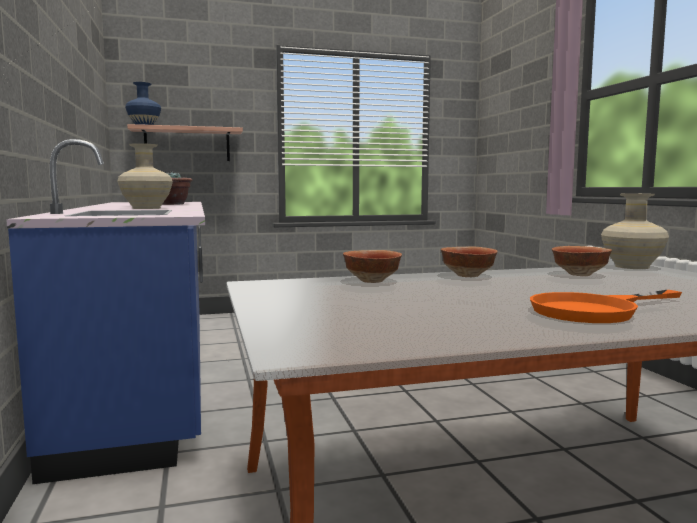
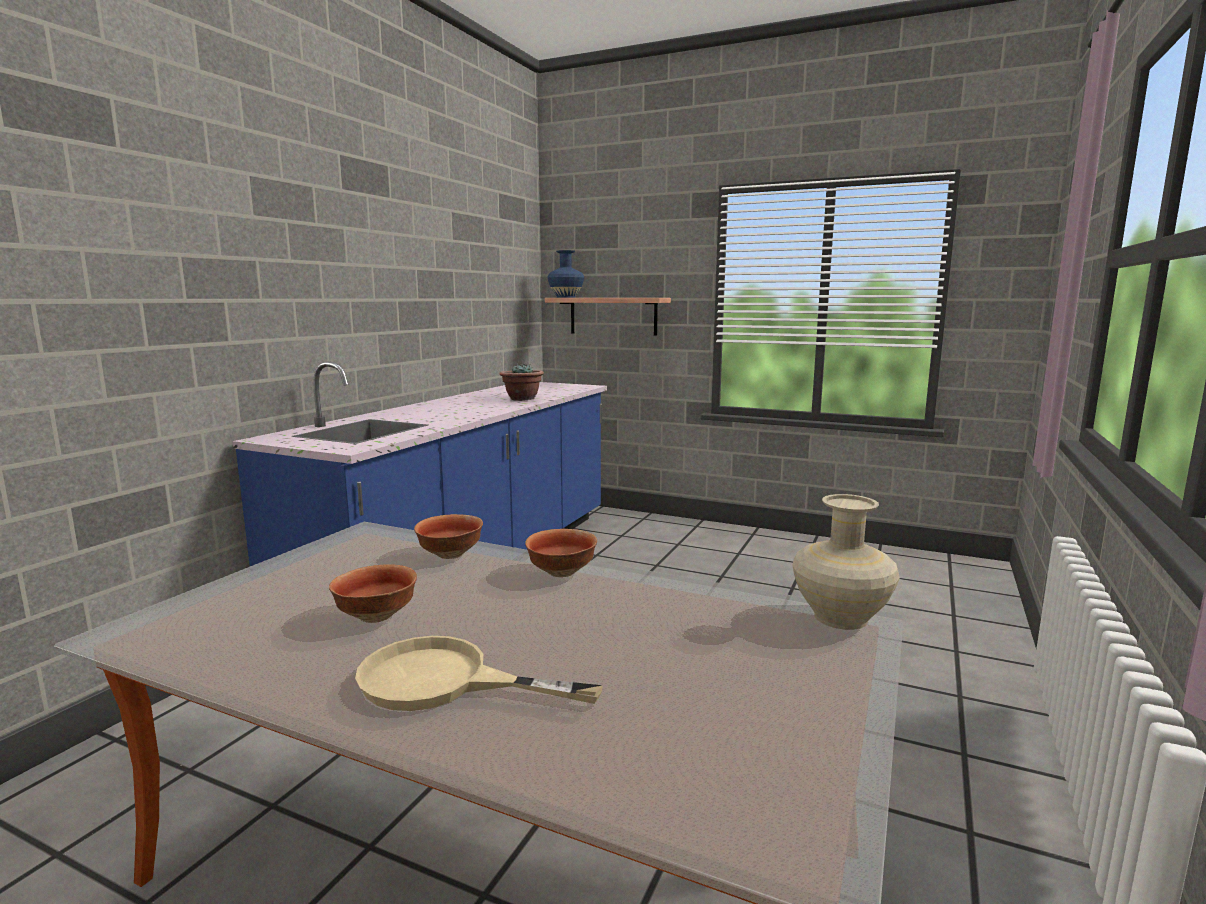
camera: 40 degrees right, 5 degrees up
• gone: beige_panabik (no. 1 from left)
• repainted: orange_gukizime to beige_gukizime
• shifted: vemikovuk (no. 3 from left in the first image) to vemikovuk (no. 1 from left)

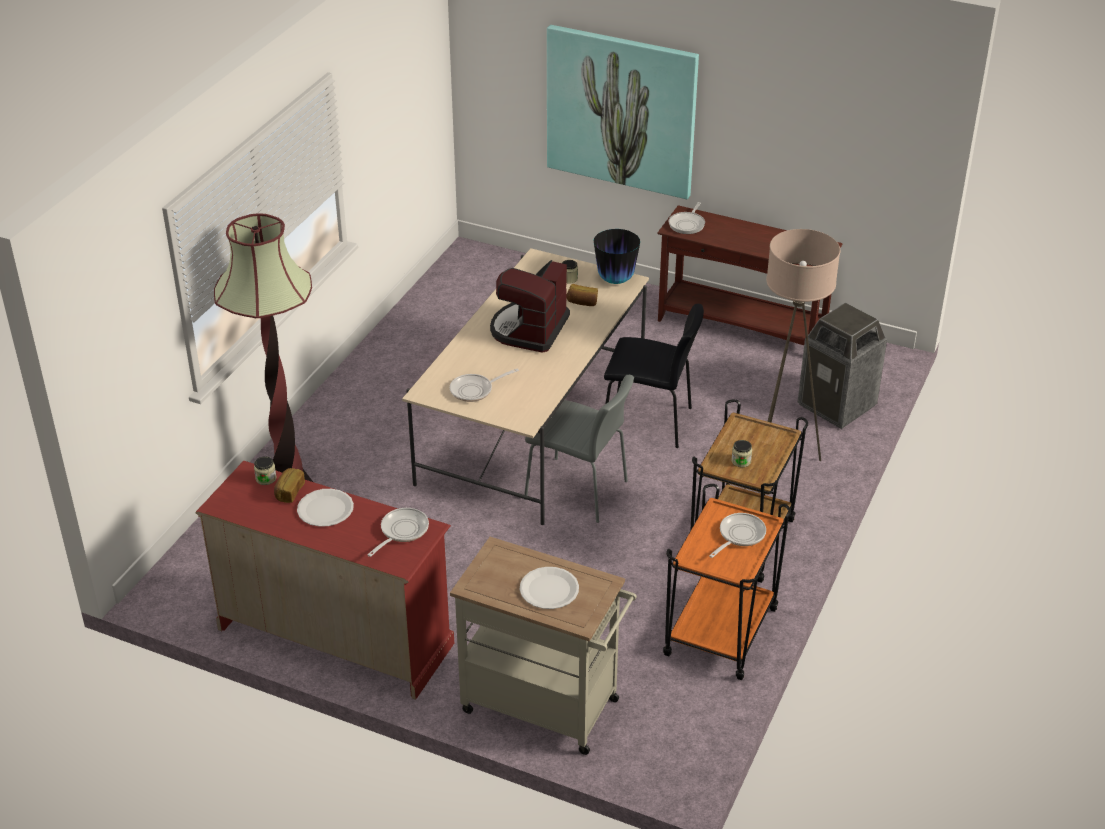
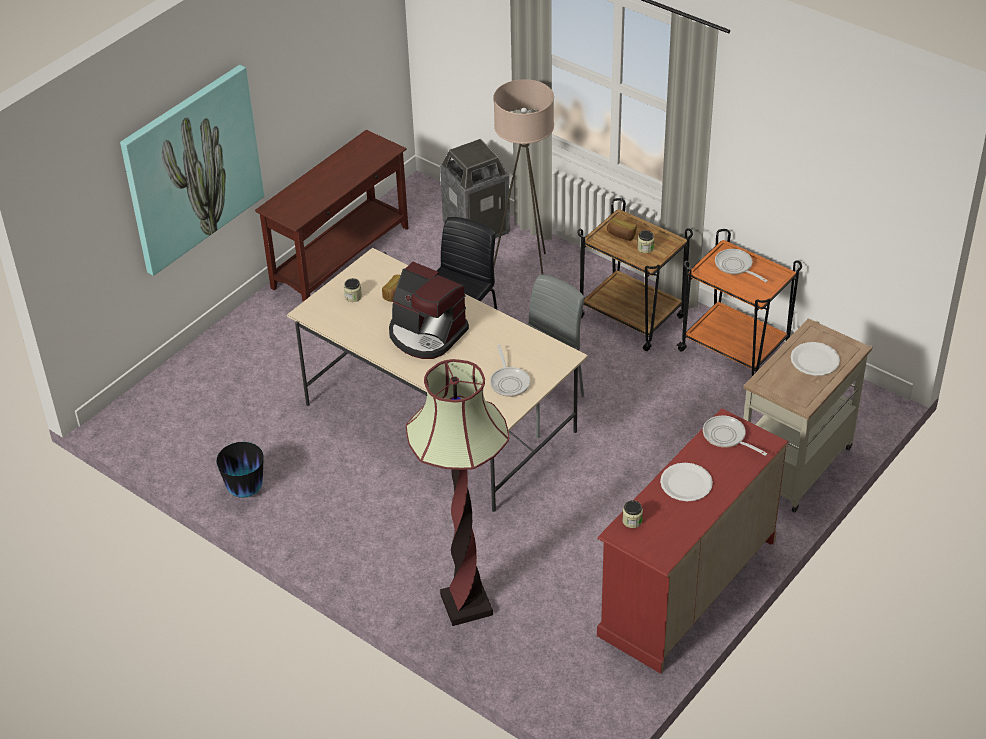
camera: 75 degrees left, 5 degrees up
• shifted: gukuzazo (no. 1 from left in the first image) to gukuzazo (no. 2 from left)
• shifted: panabik
• gone: gukizime (no. 3 from left)

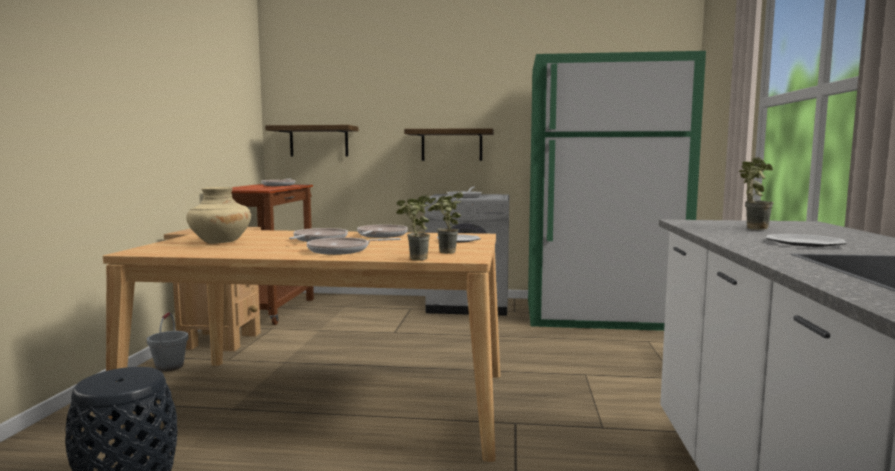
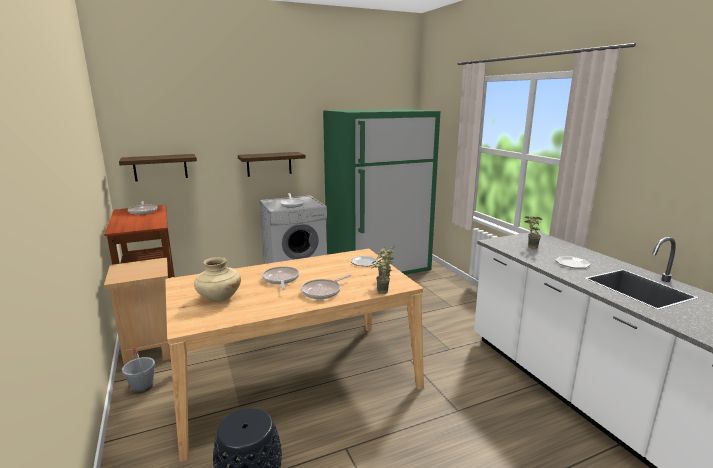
camera: 30 degrees left, 10 degrees up
• gone: gukizime (no. 4 from left)

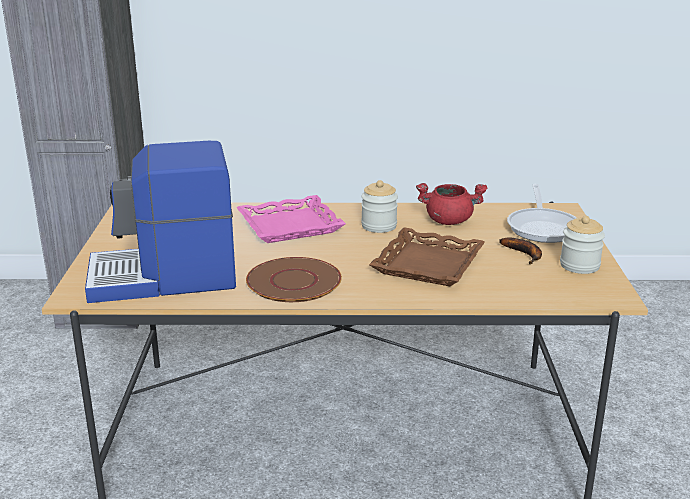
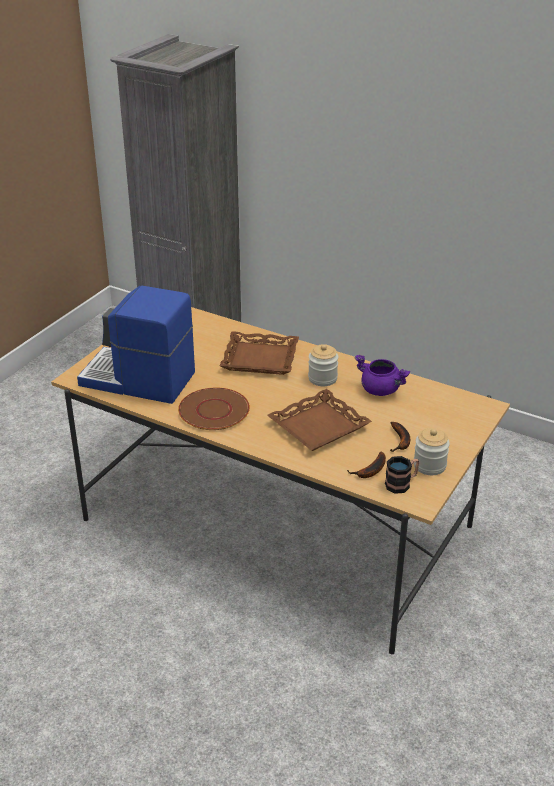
camera: 30 degrees right, 10 degrees up
• repainted: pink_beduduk to brown_beduduk (no. 1 from left)
• repainted: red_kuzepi to purple_kuzepi
• gone: gukizime
• new: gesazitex (no. 1 from left)
• new: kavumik

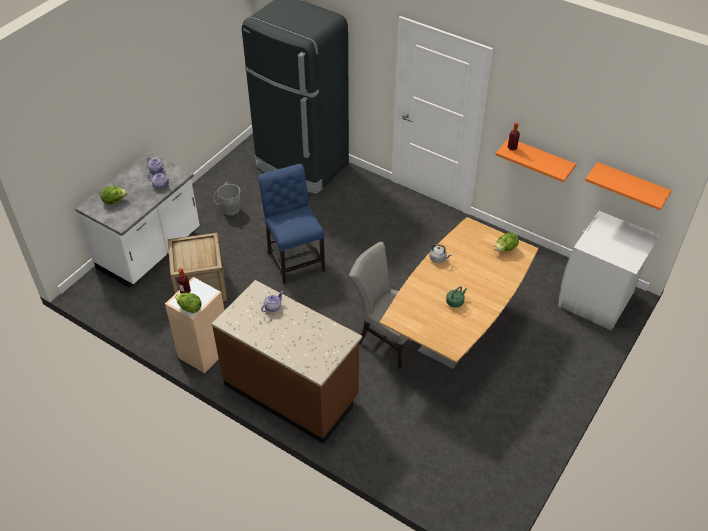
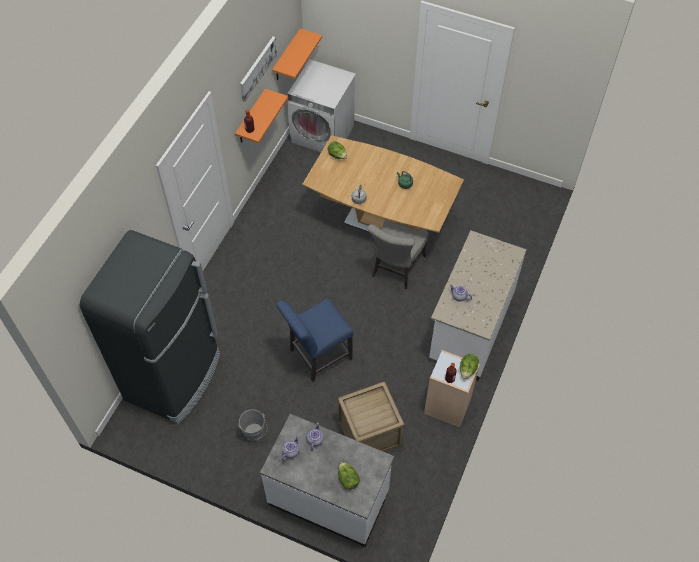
camera: 100 degrees left, 10 degrees up
• repainted: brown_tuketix to white_tuketix (no. 2 from left)
• new: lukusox

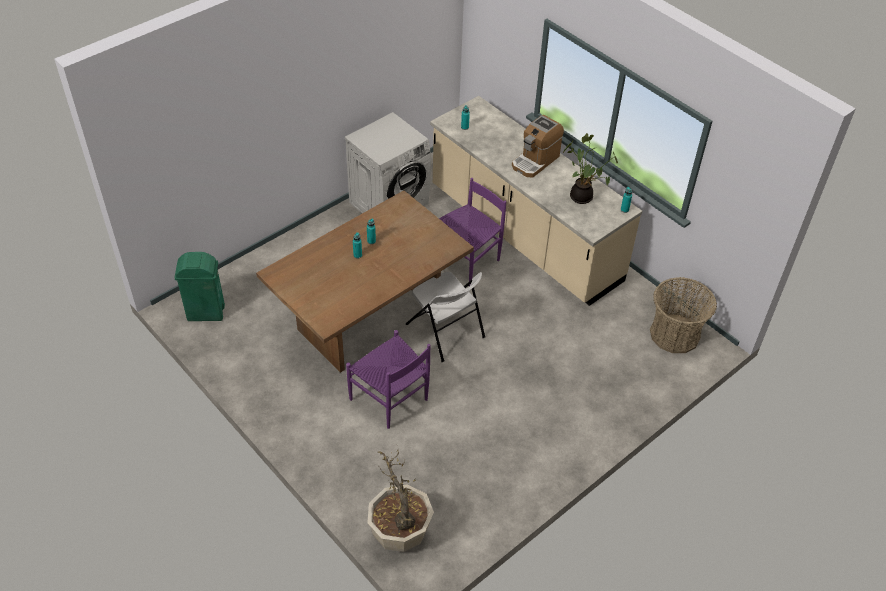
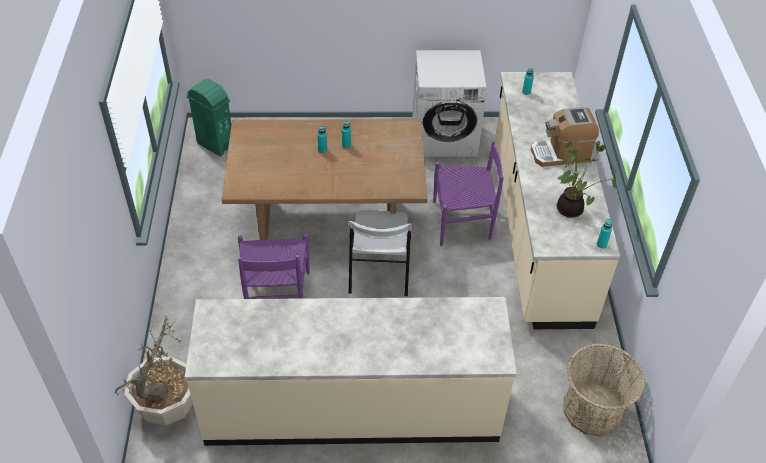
camera: 40 degrees right, 0 degrees up
• new: beige_tuketix (no. 1 from left)

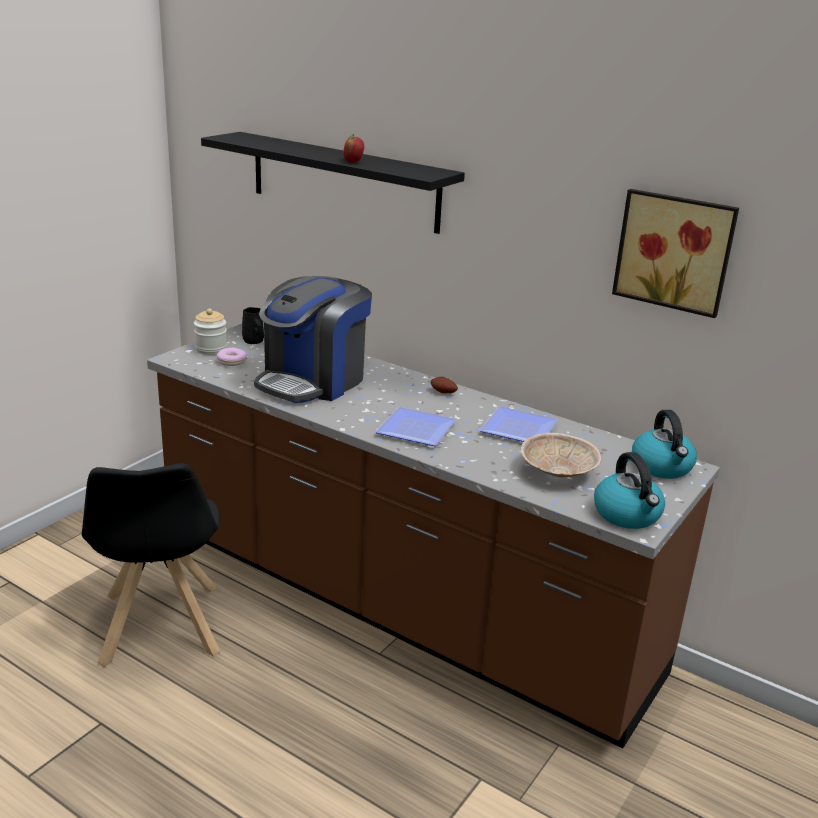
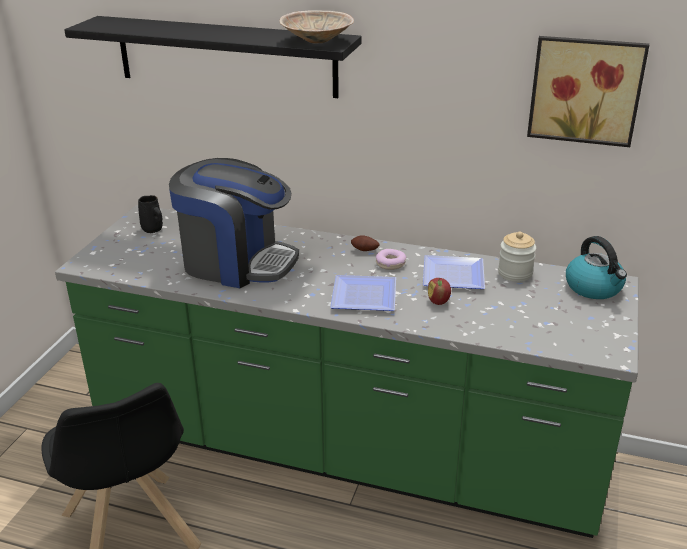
camera: 15 degrees left, 5 degrees up
• repainted: brown_tuketix to green_tuketix
• shifted: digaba
• shifted: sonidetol
• rotated: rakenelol 90 degrees counterclockwise
• shifted: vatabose
• shifted: beige_vemikovuk
• gone: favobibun (no. 1 from left)

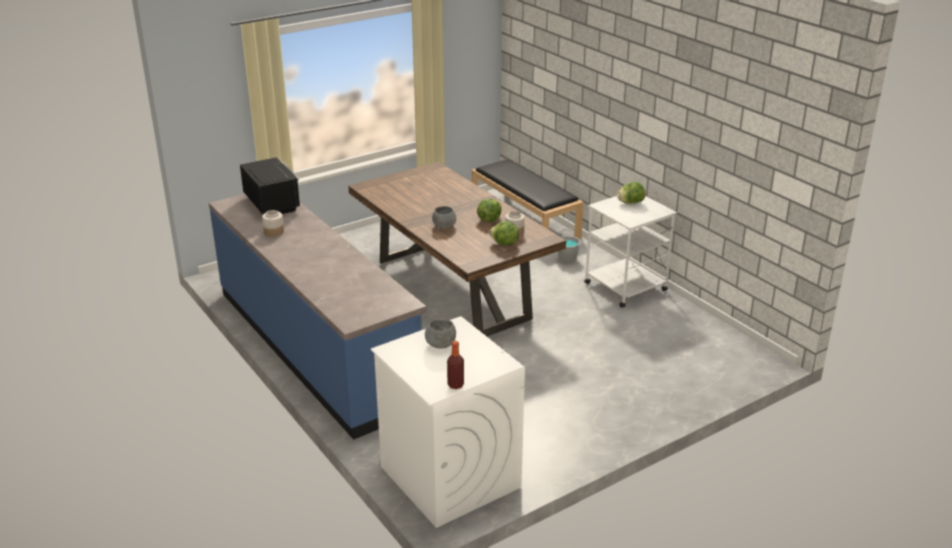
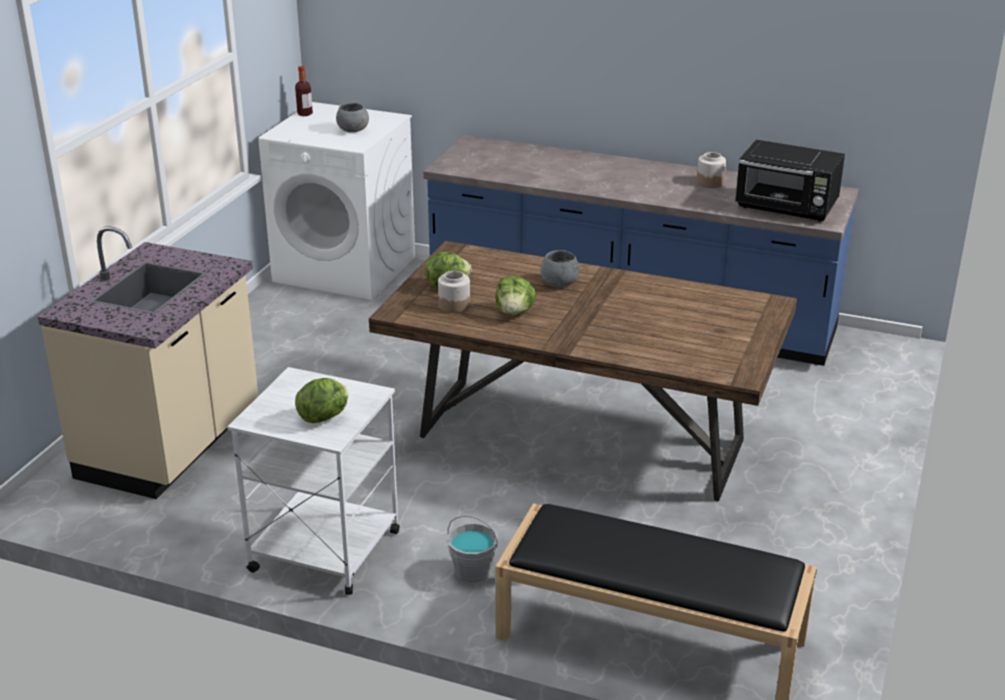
camera: 145 degrees right, 0 degrees up
• new: beige_tuketix

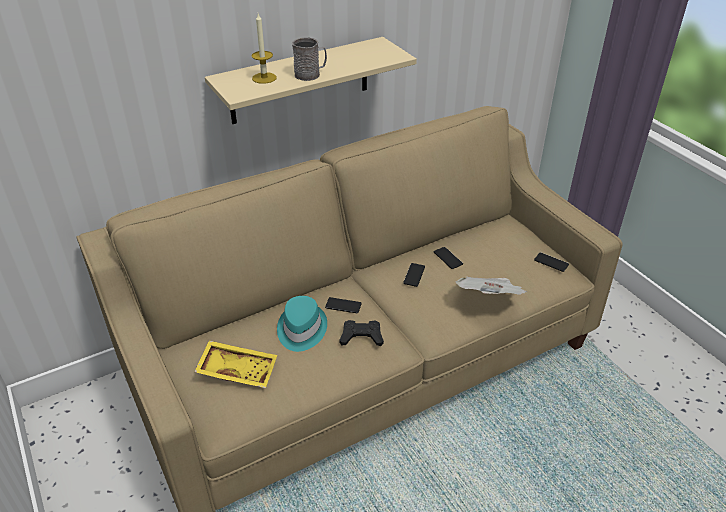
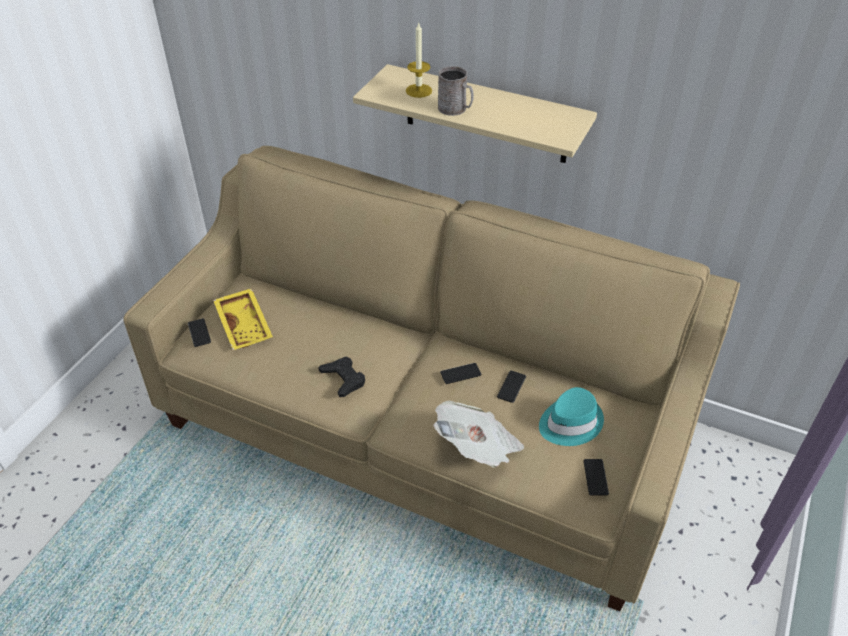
camera: 55 degrees right, 5 degrees up
• shifted: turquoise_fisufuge
• shifted: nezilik (no. 1 from left)

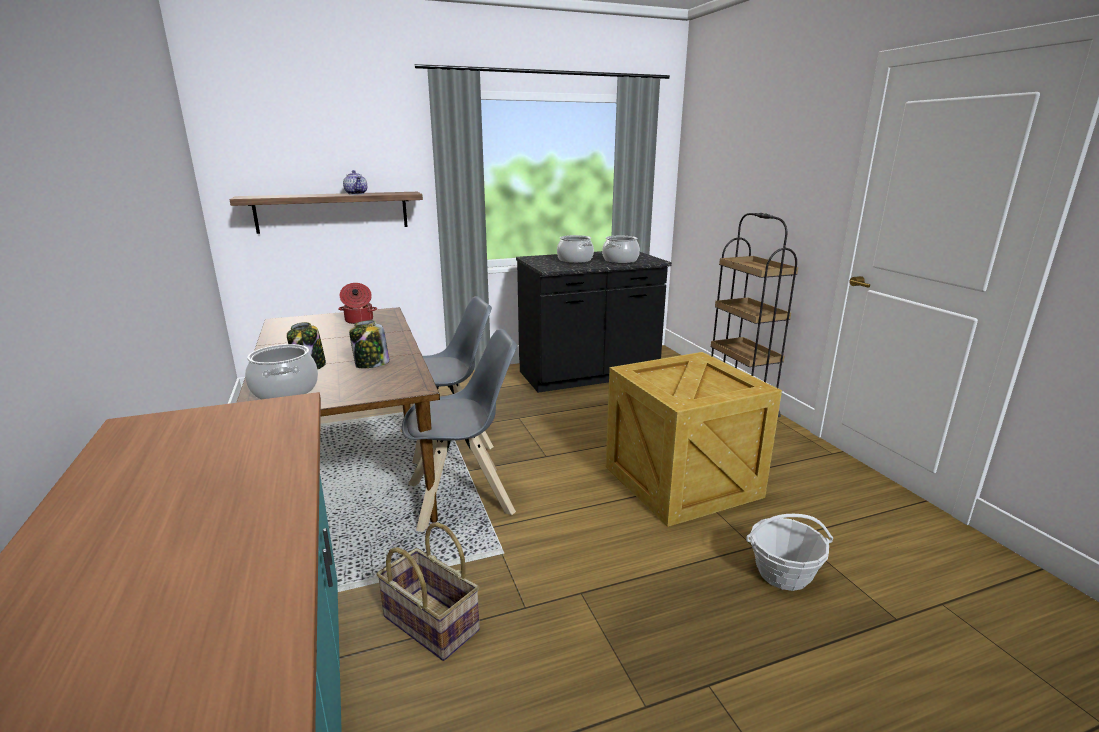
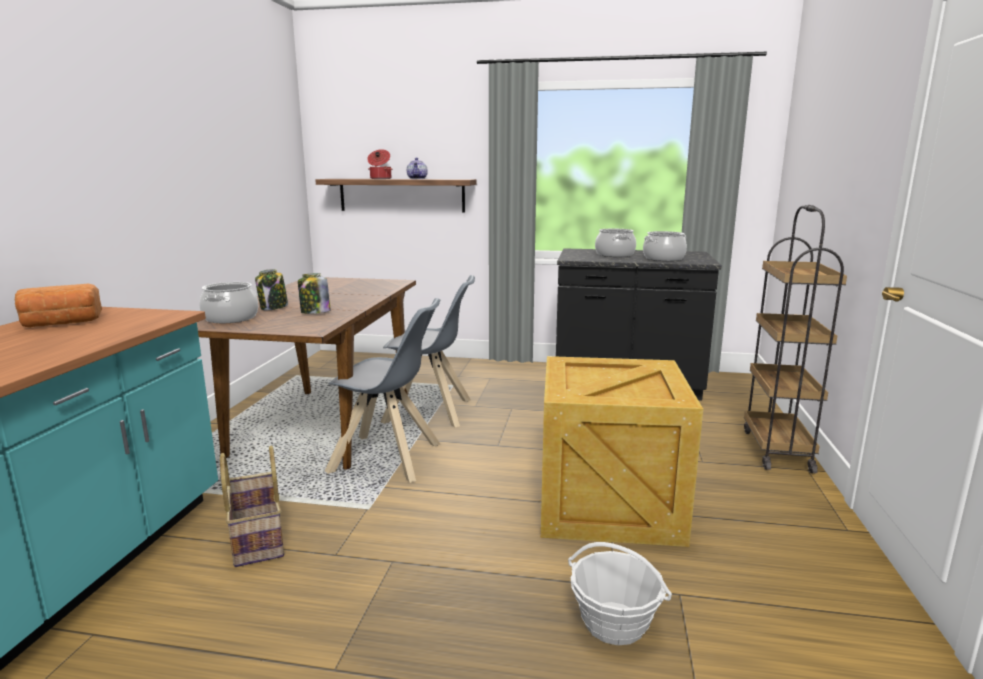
camera: 30 degrees right, 5 degrees down
• shifted: kuzepi (no. 2 from left)
• new: gukuzazo

